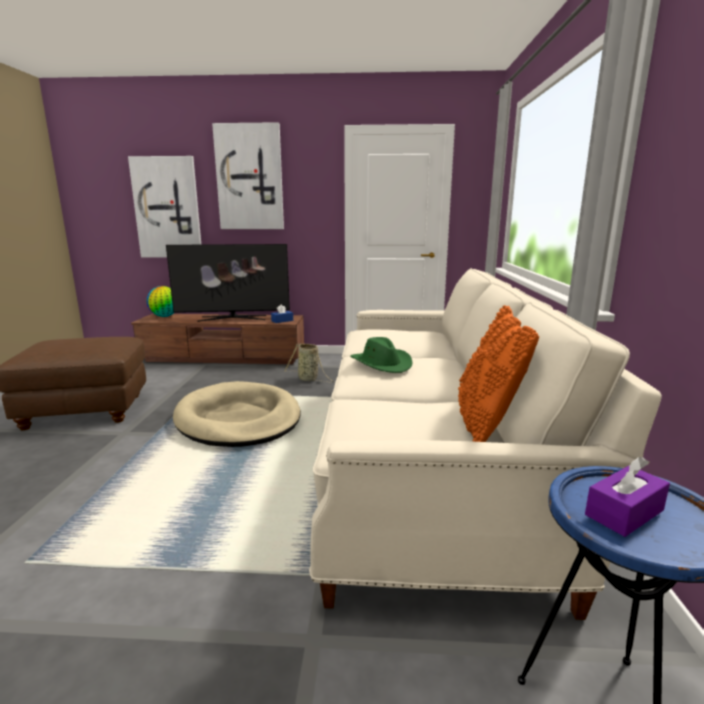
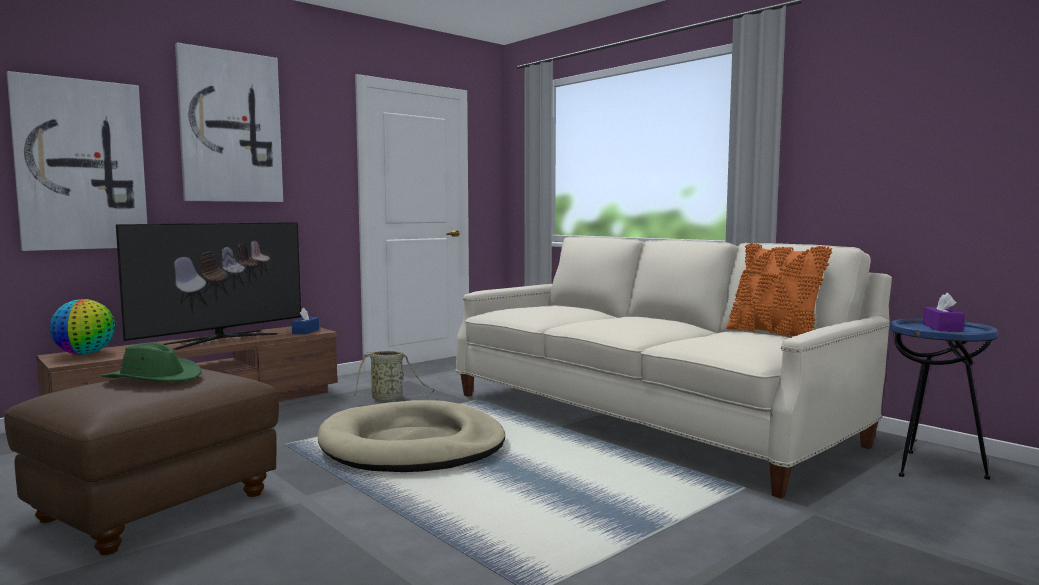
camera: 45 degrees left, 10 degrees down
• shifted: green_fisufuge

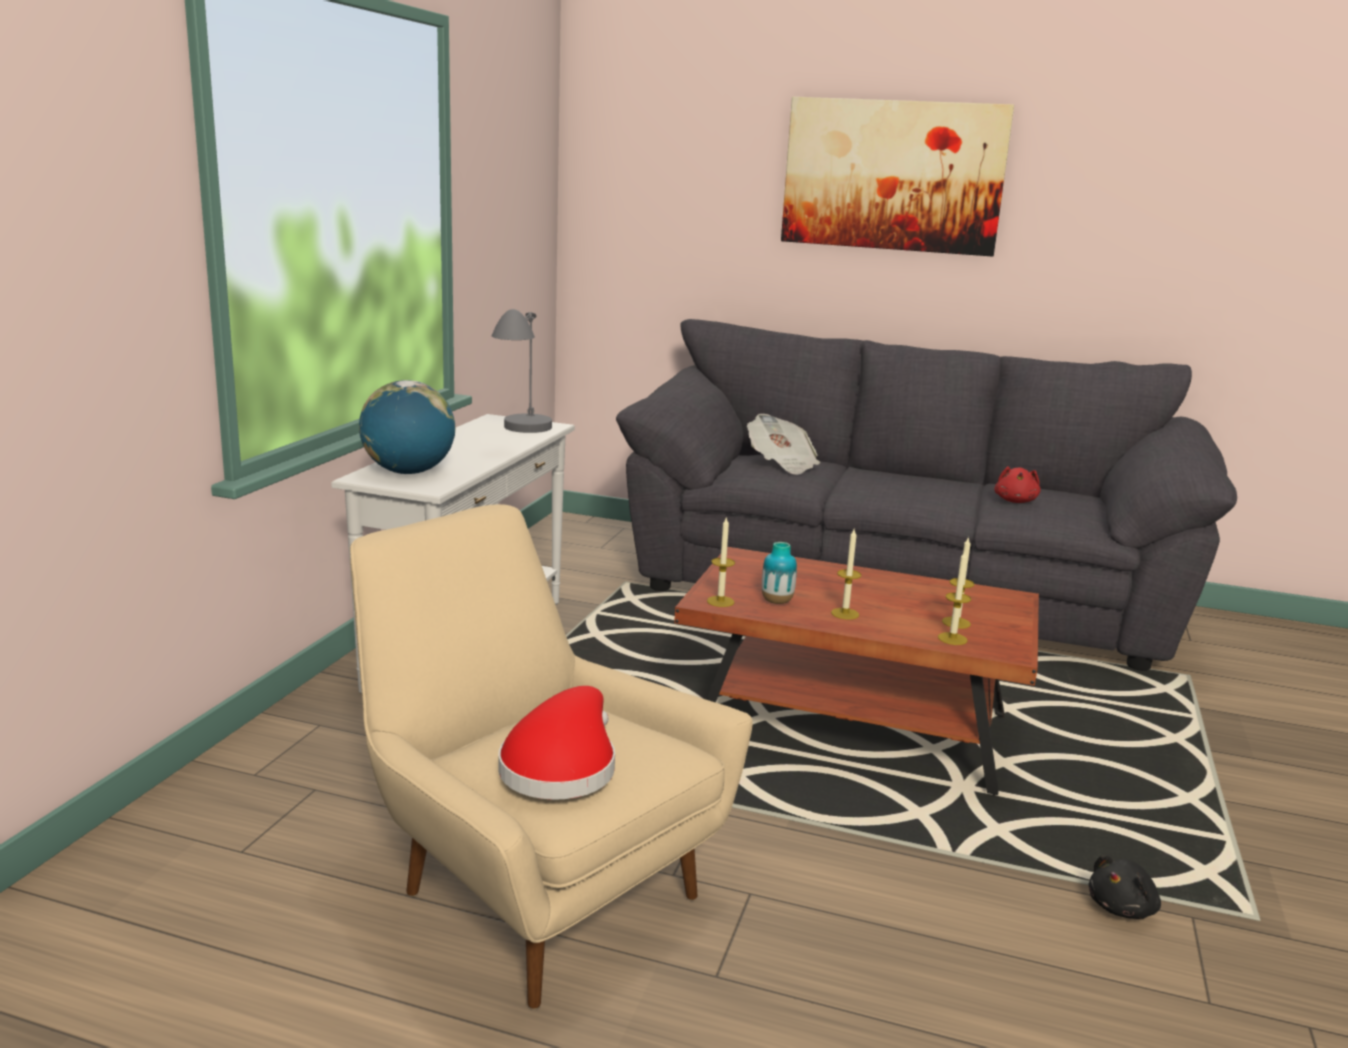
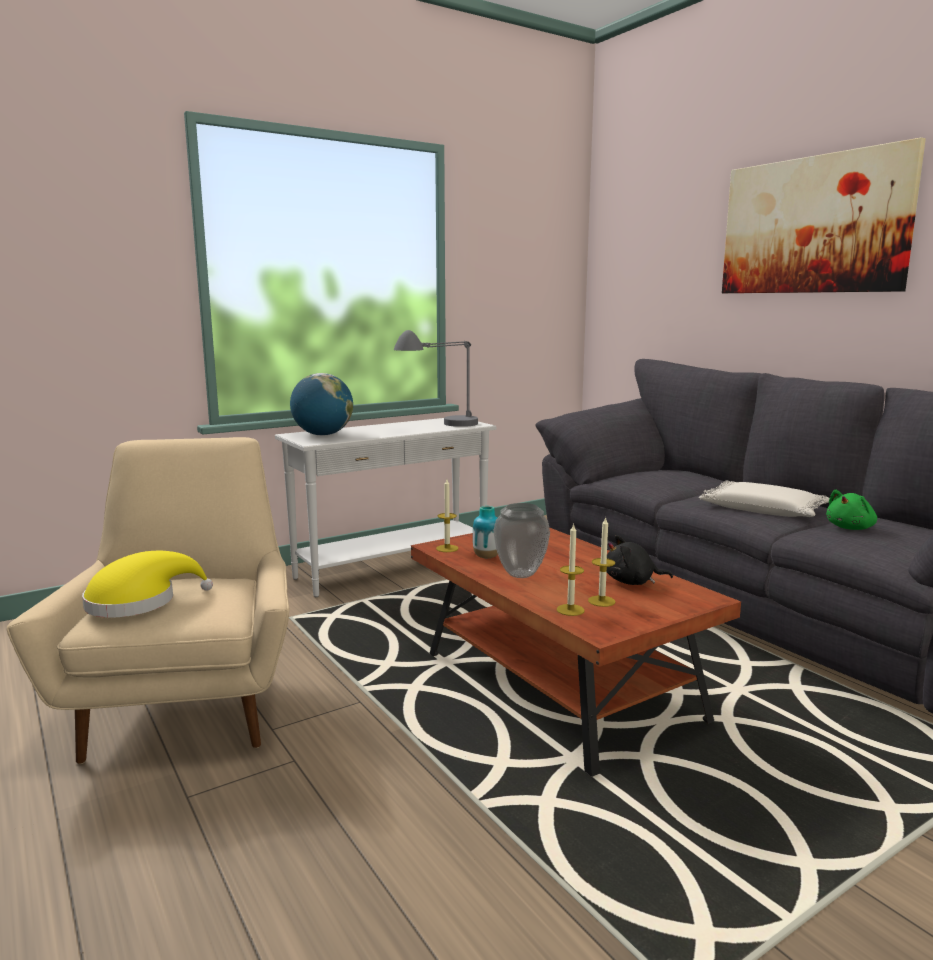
camera: 40 degrees right, 5 degrees down
• repainted: red_fisufuge to yellow_fisufuge
• gone: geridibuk
• swapped: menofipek (no. 2 from left) to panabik (no. 2 from left)
• repainted: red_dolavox to green_dolavox
• shifted: black_dolavox
• new: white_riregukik

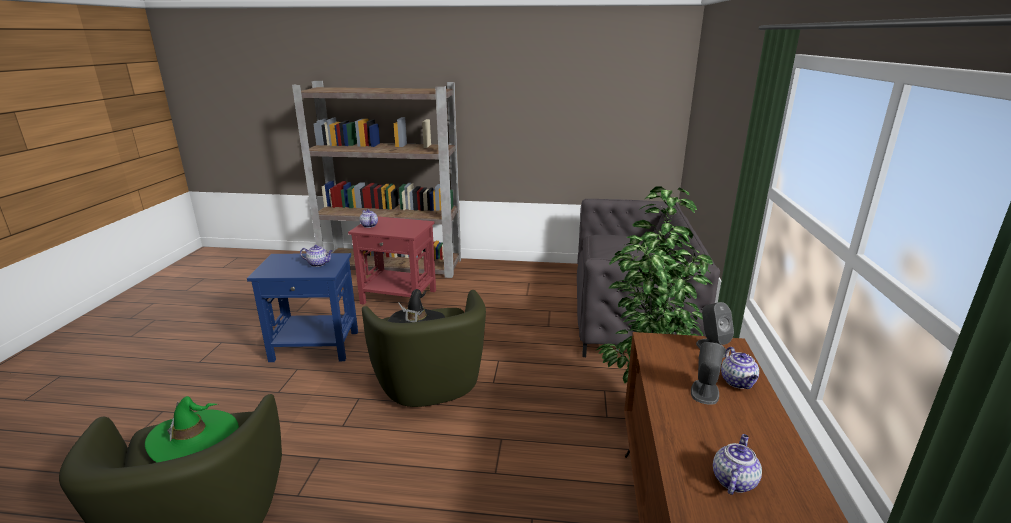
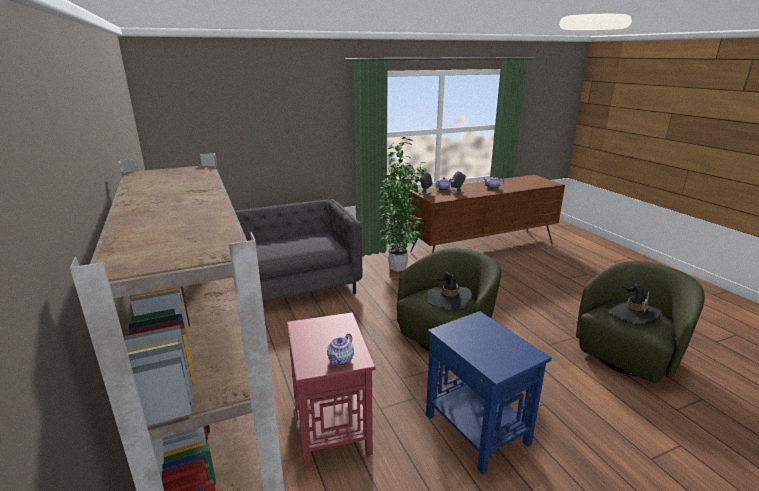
camera: 120 degrees left, 0 degrees up
• repainted: green_fisufuge to black_fisufuge (no. 2 from left)
• gone: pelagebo (no. 1 from left)

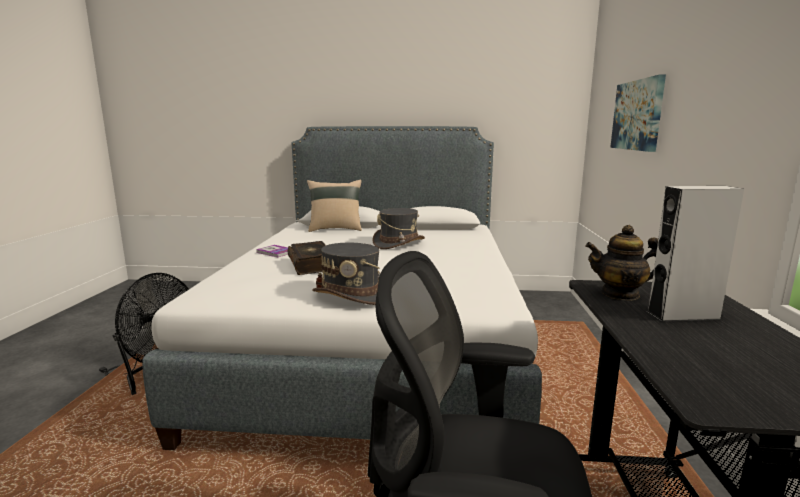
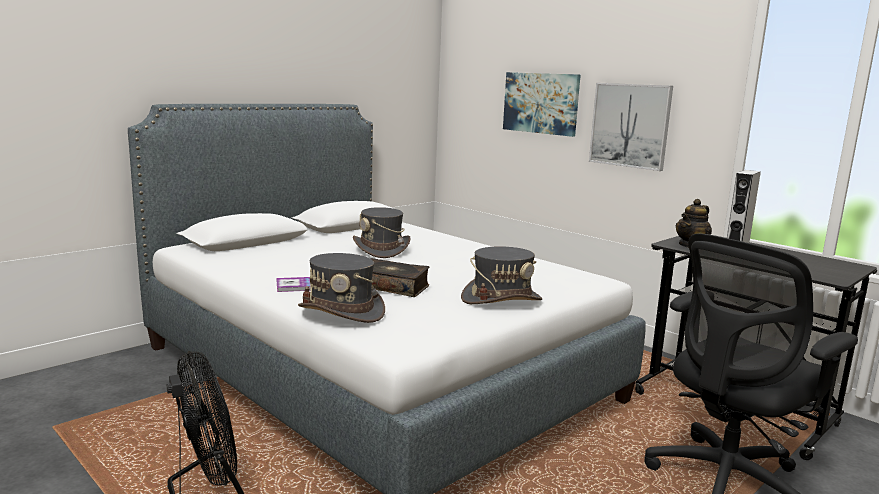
camera: 50 degrees left, 0 degrees up
• gone: beige_riregukik
• new: grey_fisufuge (no. 1 from left)
• new: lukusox (no. 2 from left)

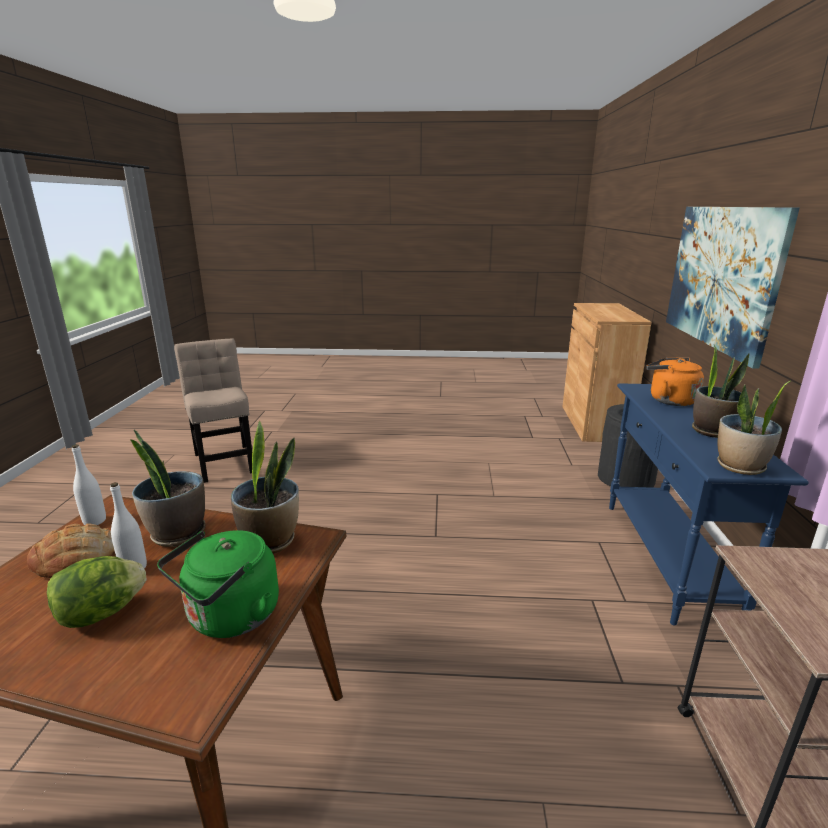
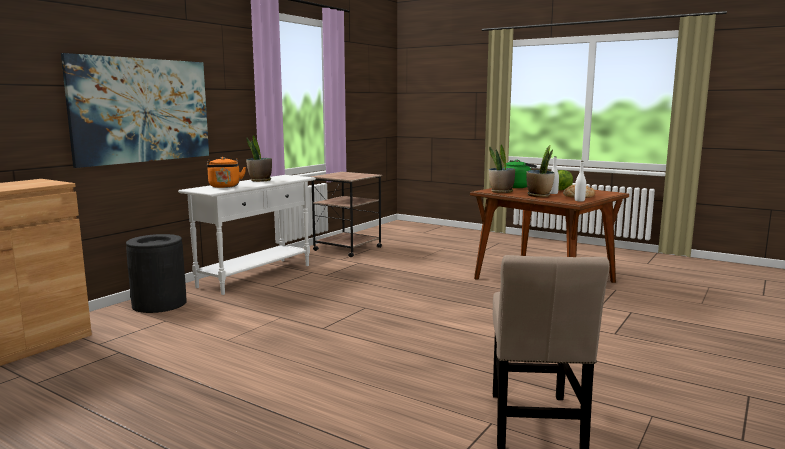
camera: 150 degrees left, 10 degrees down
• repainted: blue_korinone to white_korinone
• gone: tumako (no. 4 from left)

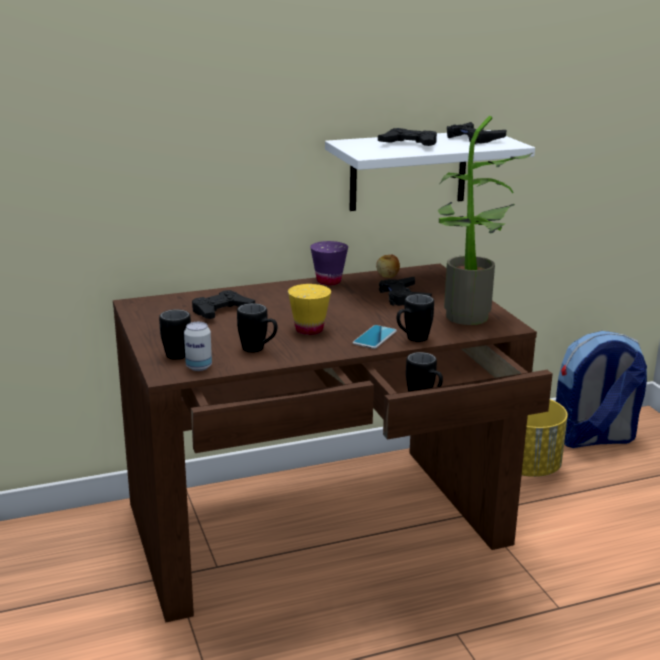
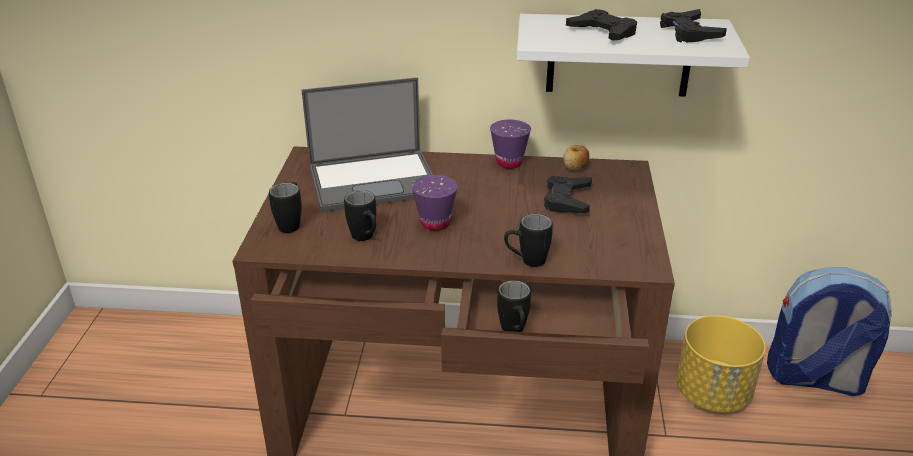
camera: 25 degrees right, 10 degrees up
• gone: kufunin
• swapped: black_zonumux (no. 1 from left) to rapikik
• repainted: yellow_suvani to purple_suvani (no. 1 from left)
• gone: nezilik
• gone: tumako

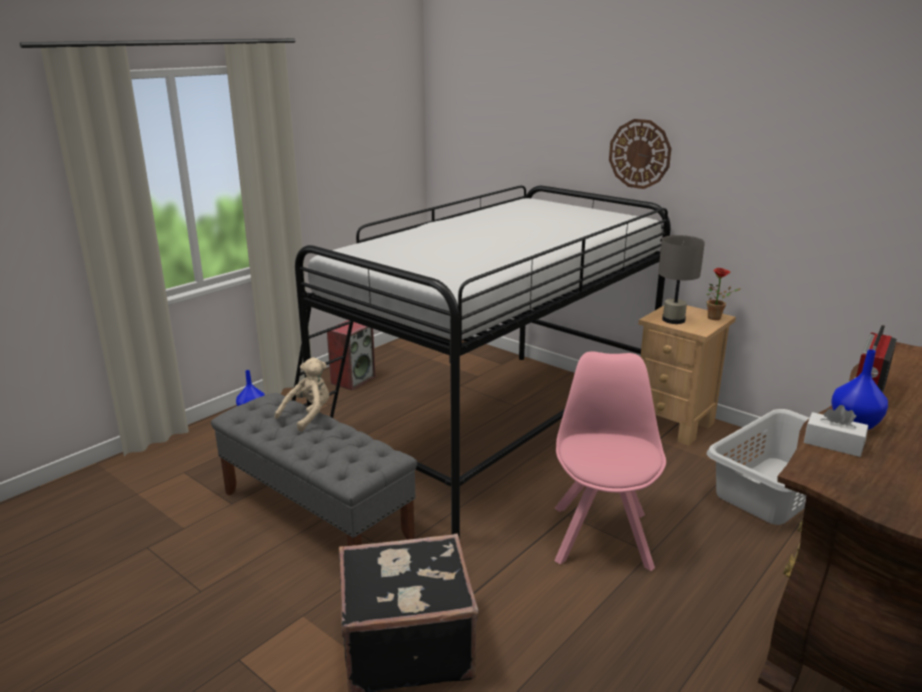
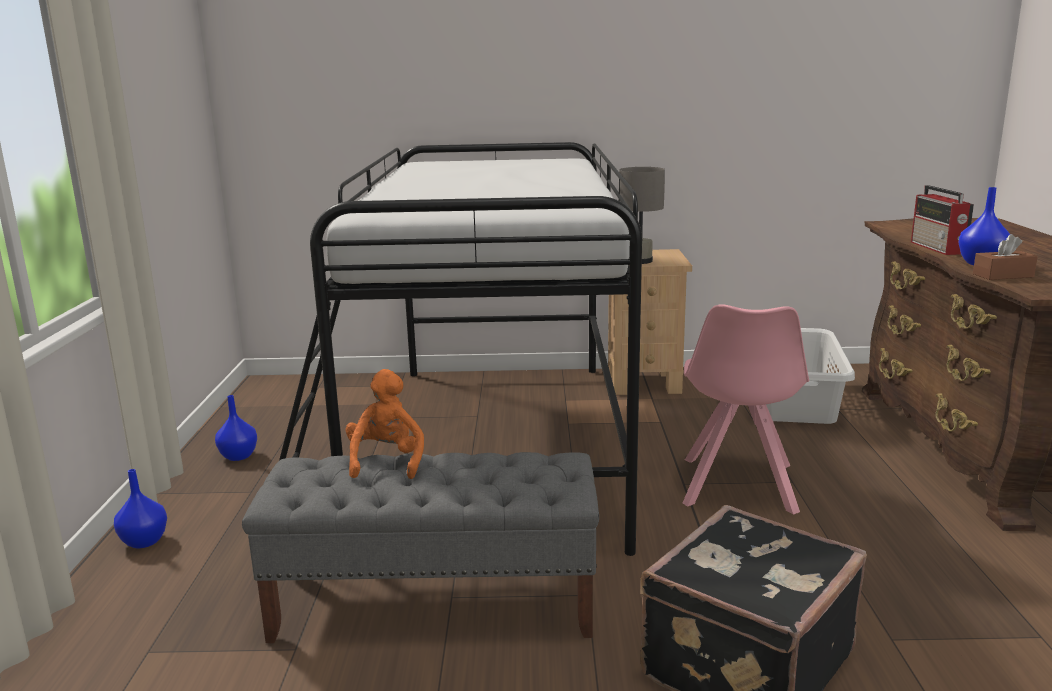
camera: 40 degrees left, 5 degrees down
• repainted: beige_dolavox to orange_dolavox
• swapped: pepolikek to blue_panabik (no. 2 from left)
• rotated: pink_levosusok 135 degrees counterclockwise
• gone: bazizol
• gone: tumako
• repainted: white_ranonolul to brown_ranonolul

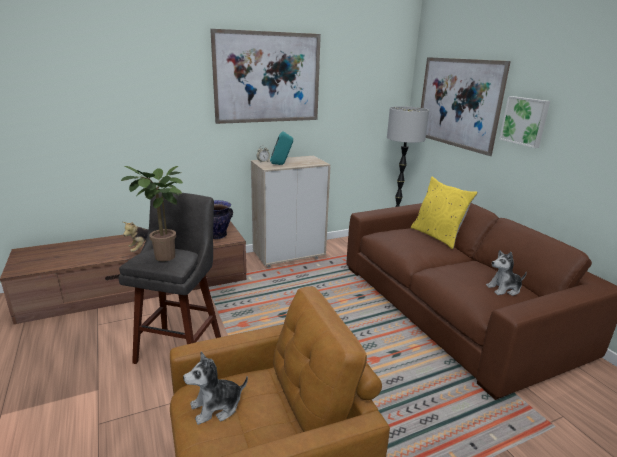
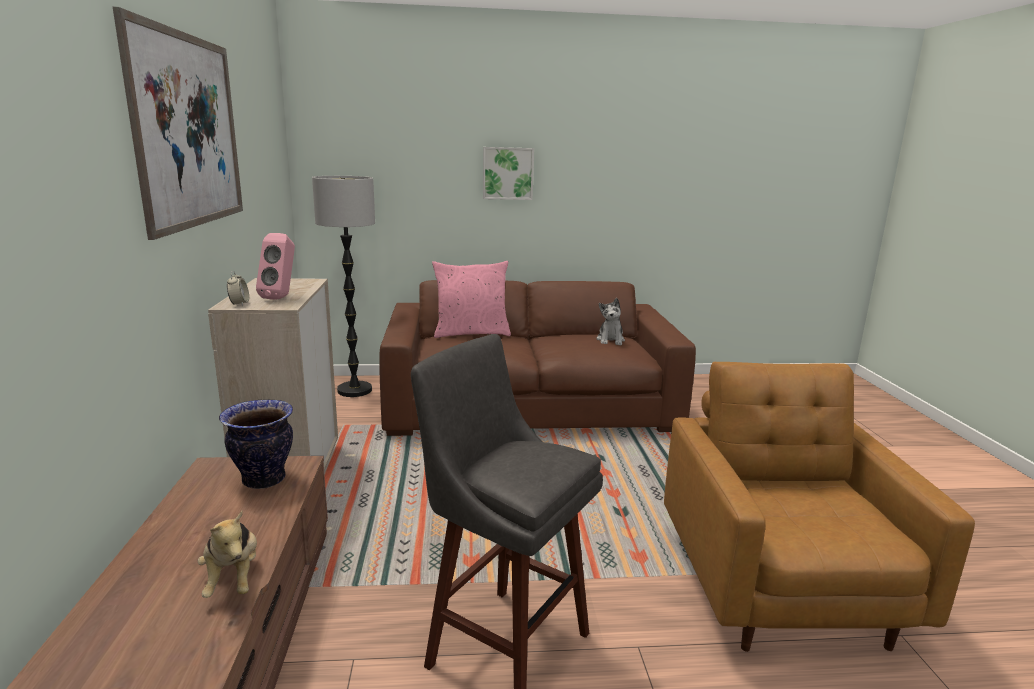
camera: 70 degrees left, 5 degrees down
• gone: tumako
• gone: dolavox (no. 2 from left)
• repainted: turquoise_pepolikek to pink_pepolikek
• repainted: yellow_riregukik to pink_riregukik
• gone: lukusox (no. 2 from left)

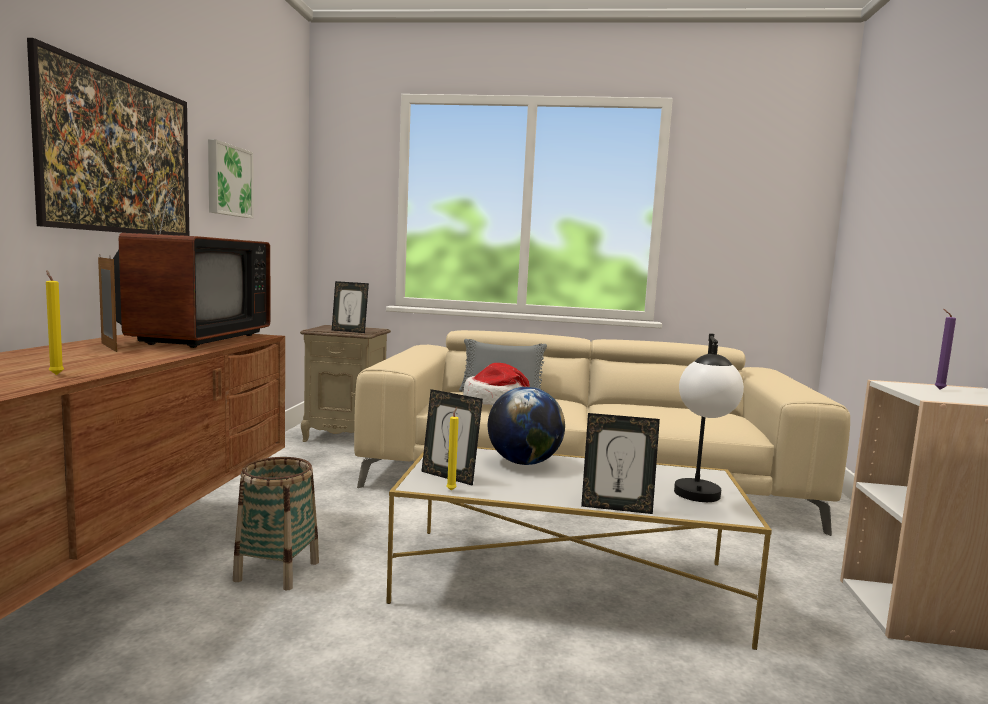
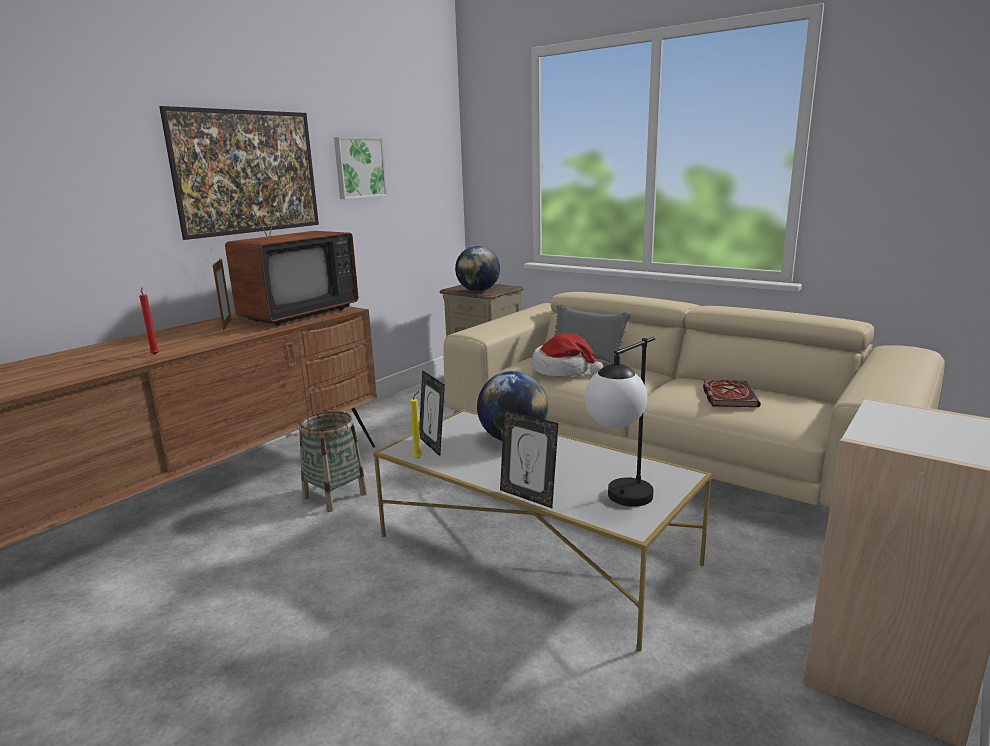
camera: 30 degrees right, 10 degrees up
• repainted: yellow_menofipek (no. 1 from left) to red_menofipek
• swapped: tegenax (no. 2 from left) to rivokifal (no. 1 from left)
• gone: purple_menofipek
• new: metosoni

